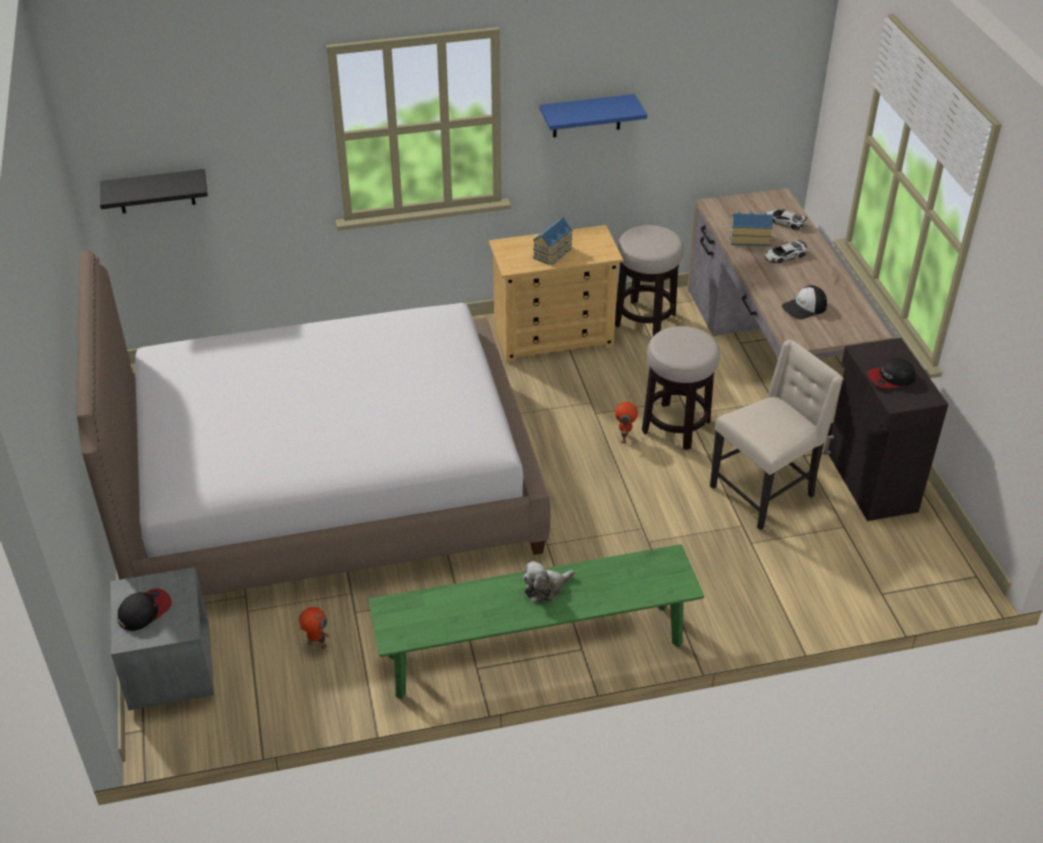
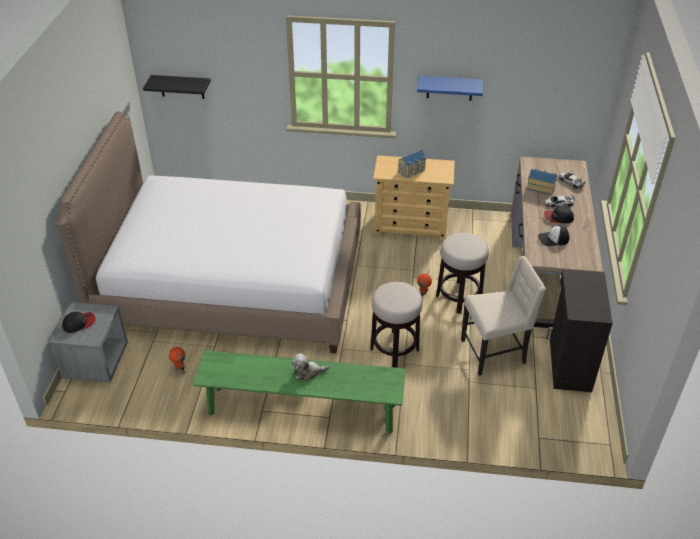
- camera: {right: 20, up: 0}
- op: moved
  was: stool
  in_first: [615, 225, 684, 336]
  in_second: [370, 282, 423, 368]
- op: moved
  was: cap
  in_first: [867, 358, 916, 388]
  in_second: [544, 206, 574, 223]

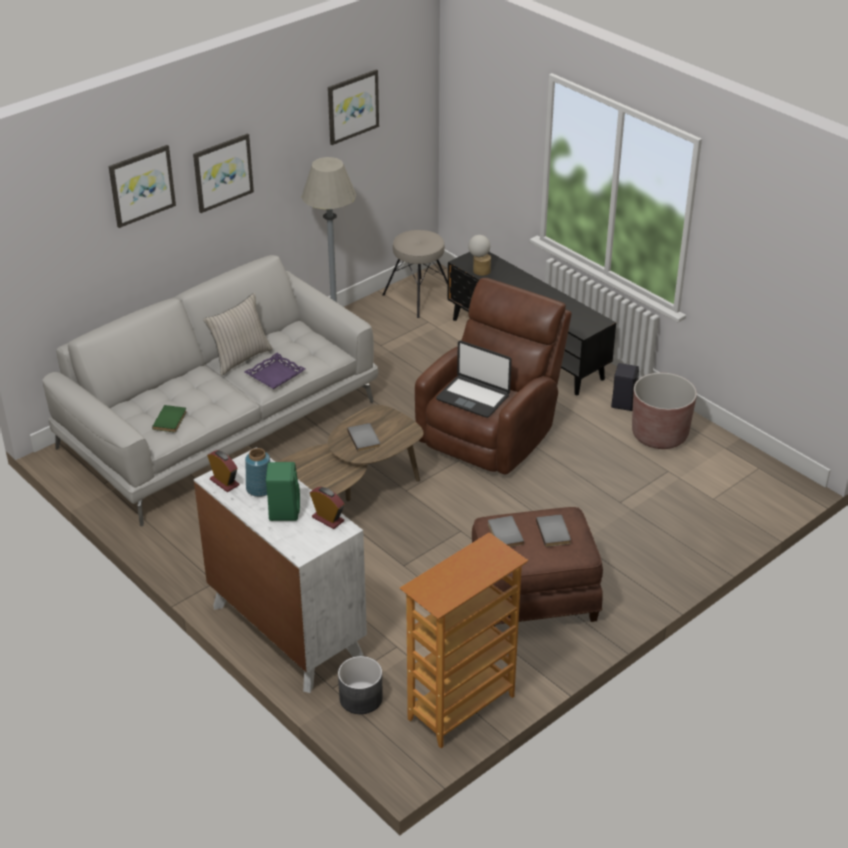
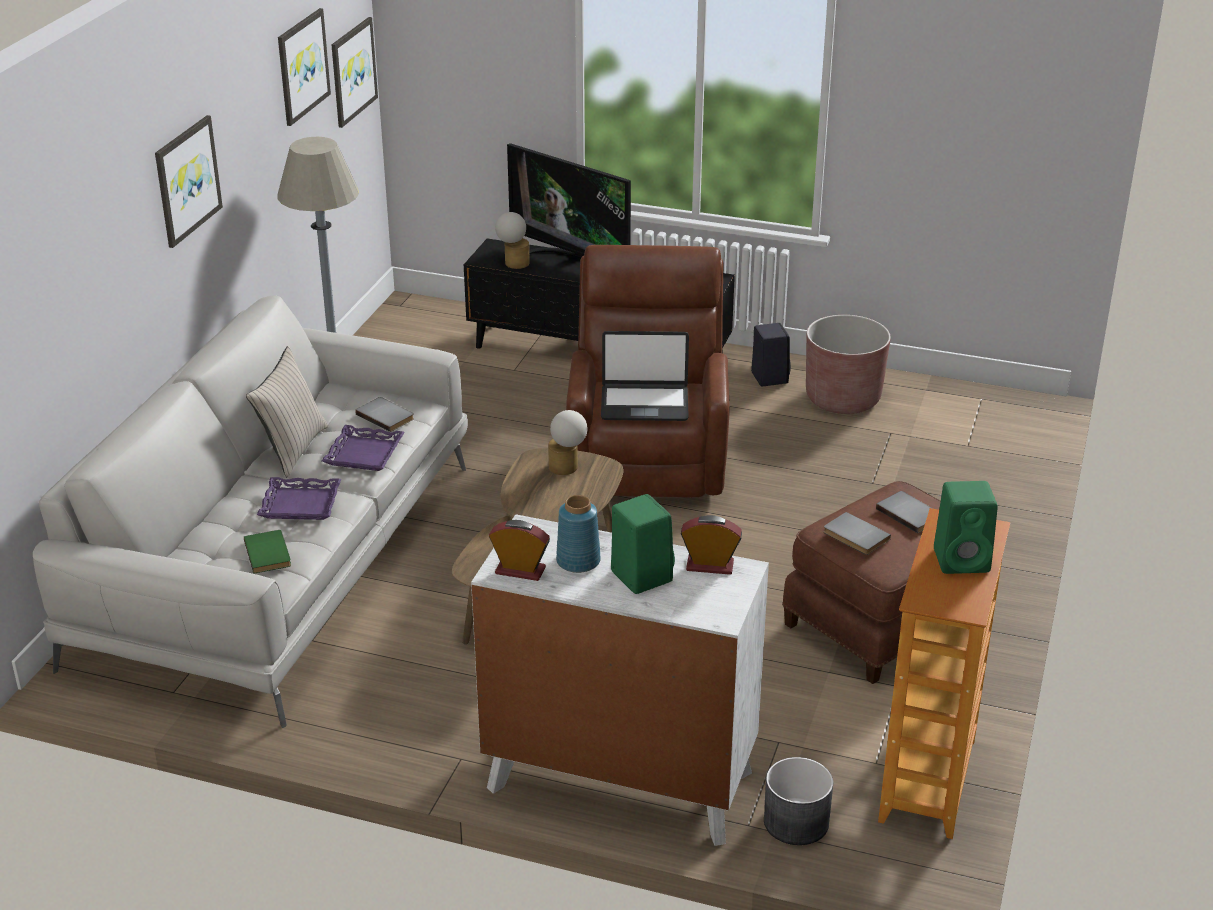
- camera: {right: -30, up: -5}
- op: moved
  was: picture
  in_first: [108, 145, 176, 228]
  in_second: [332, 17, 378, 128]
- op: removed
  was: stool (beige)
  in_first: [383, 230, 448, 318]
- op: moved
  was: book (grey)
  in_first: [347, 423, 380, 452]
  in_second: [355, 397, 414, 432]
- op: added
  now: television
  in_second: [507, 143, 631, 258]
- op: added
  now: table lamp
  in_second: [548, 410, 588, 475]
- op: added
  now: tray (purple)
  in_second: [257, 477, 341, 520]
- op: added
  now: speaker (green)
  in_second: [934, 481, 998, 574]

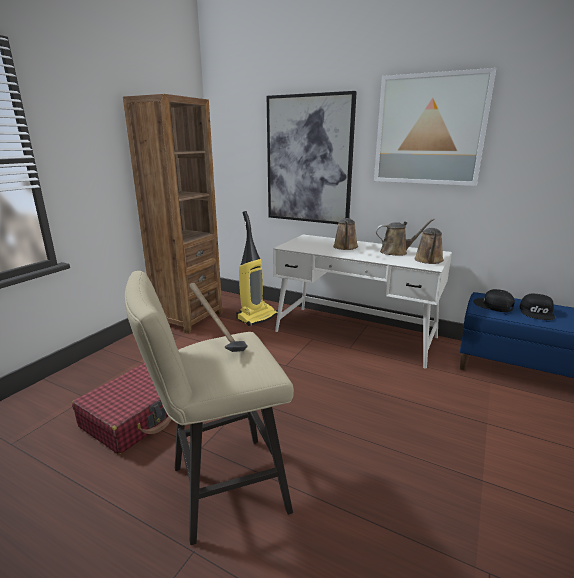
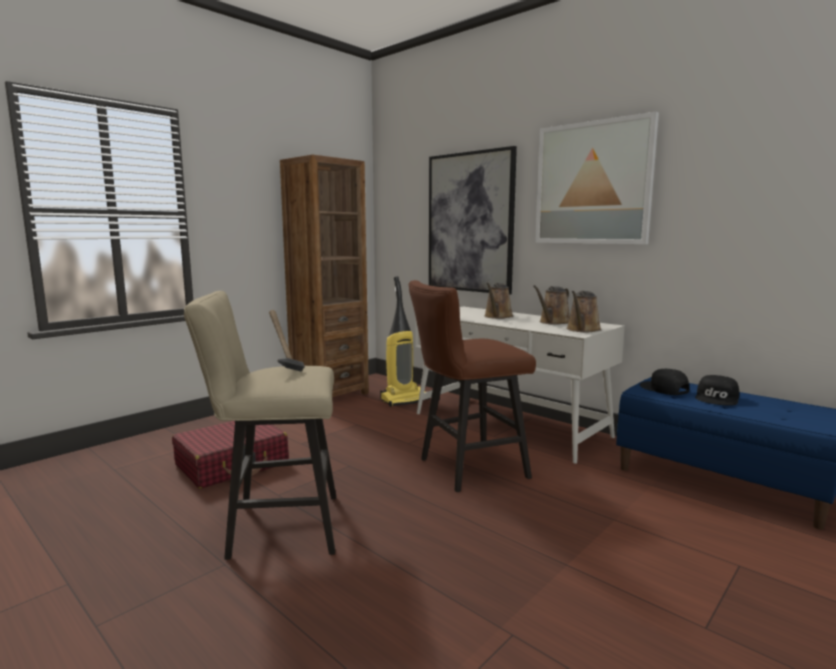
- camera: {right: 15, up: -10}
- op: turned
  was: watering can (brown)
  in_first: [376, 219, 435, 256]
  in_second: [533, 285, 570, 325]
  clockwise: 120
- op: added
  now: stool (brown)
  in_second: [408, 280, 536, 492]

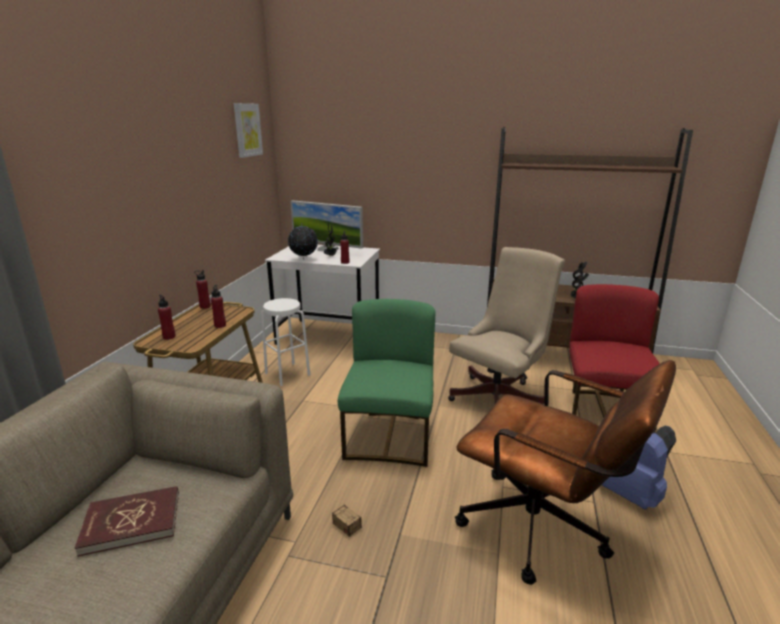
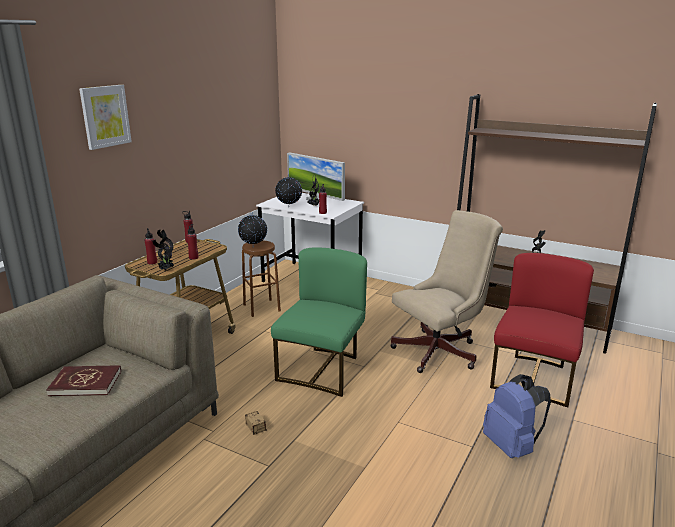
- camera: {right: 15, up: 0}
- op: moved
  was: picture
  in_first: [234, 103, 263, 158]
  in_second: [79, 85, 132, 150]
- op: recoloured
  was: stool (white)
  now: stool (brown)
  in_first: [261, 298, 310, 386]
  in_second: [242, 240, 281, 317]
- op: removed
  was: office chair (brown)
  in_first: [455, 360, 676, 585]
- op: added
  now: globe
  in_second: [238, 212, 267, 247]
- op: added
  now: potted plant
  in_second: [152, 229, 174, 270]

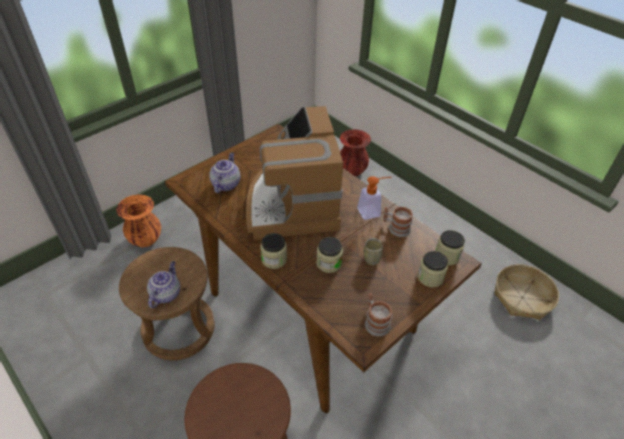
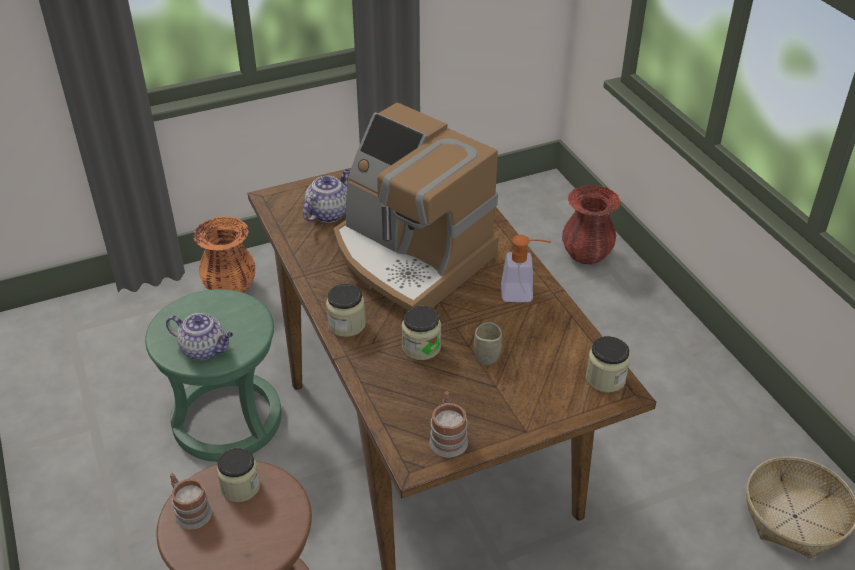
- camera: {right: 20, up: -5}
- op: turned
  was: coffee machine
  in_first: [246, 106, 343, 240]
  in_second: [334, 102, 499, 310]
  clockwise: -60
- op: moved
  was: mug
  in_first: [383, 207, 413, 237]
  in_second: [170, 473, 212, 529]
- op: recoloured
  was: stool (brown)
  now: stool (green)
  in_first: [119, 247, 215, 360]
  in_second: [145, 289, 282, 462]
- op: moved
  was: jar
  in_first: [418, 251, 448, 287]
  in_second: [217, 448, 260, 502]
- op: turned
  was: teapot
  in_first: [147, 261, 180, 308]
  in_second: [166, 313, 233, 360]
  clockwise: 75

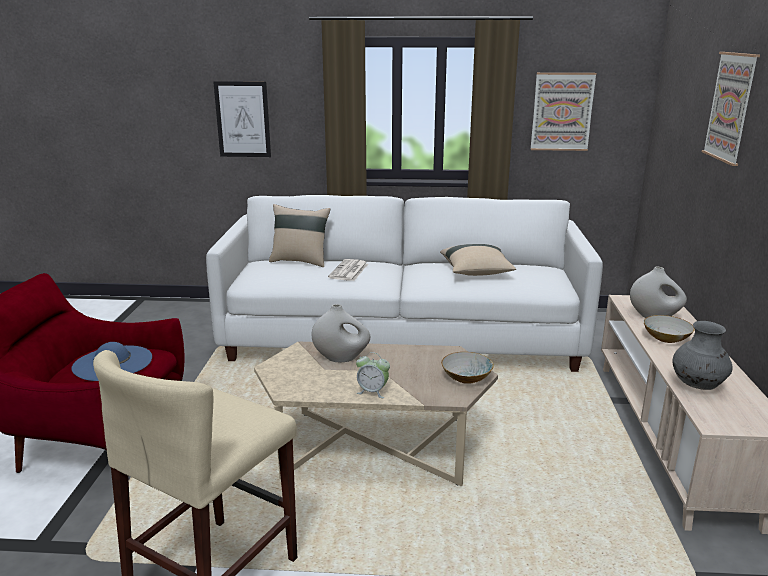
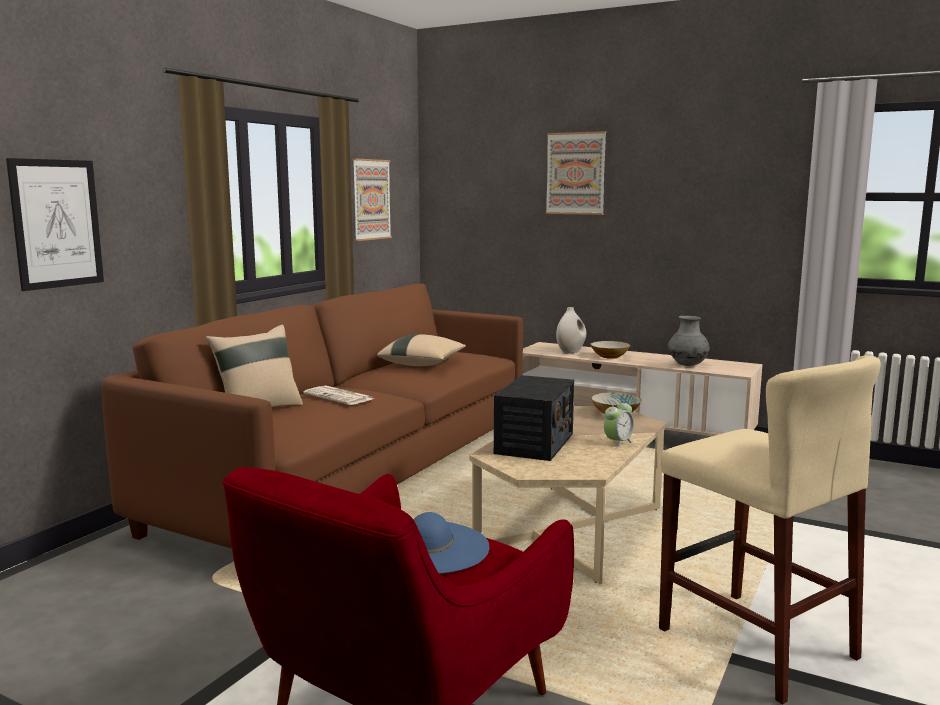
- camera: {right: -65, up: -10}
- op: recoloured
  was: sofa (white)
  now: sofa (brown)
  in_first: [206, 195, 603, 372]
  in_second: [101, 283, 523, 549]
- op: replaced
  was: vase (white)
  now: radio
  in_first: [312, 304, 370, 362]
  in_second: [494, 375, 574, 461]

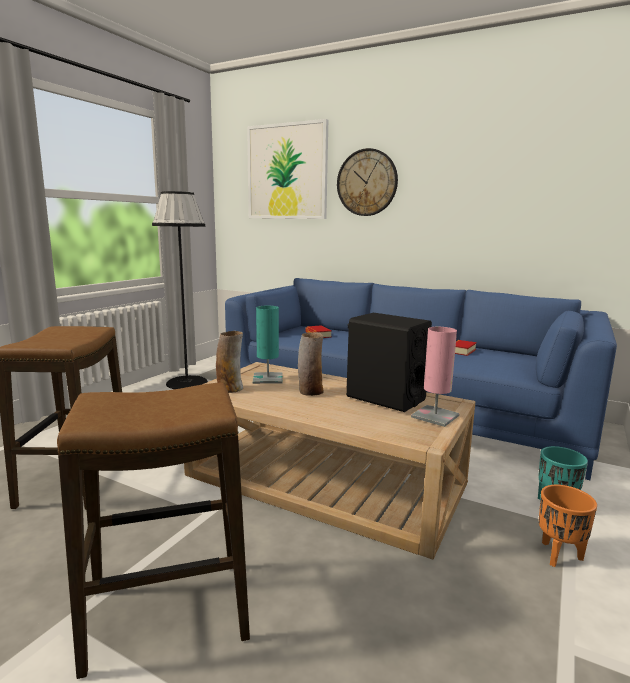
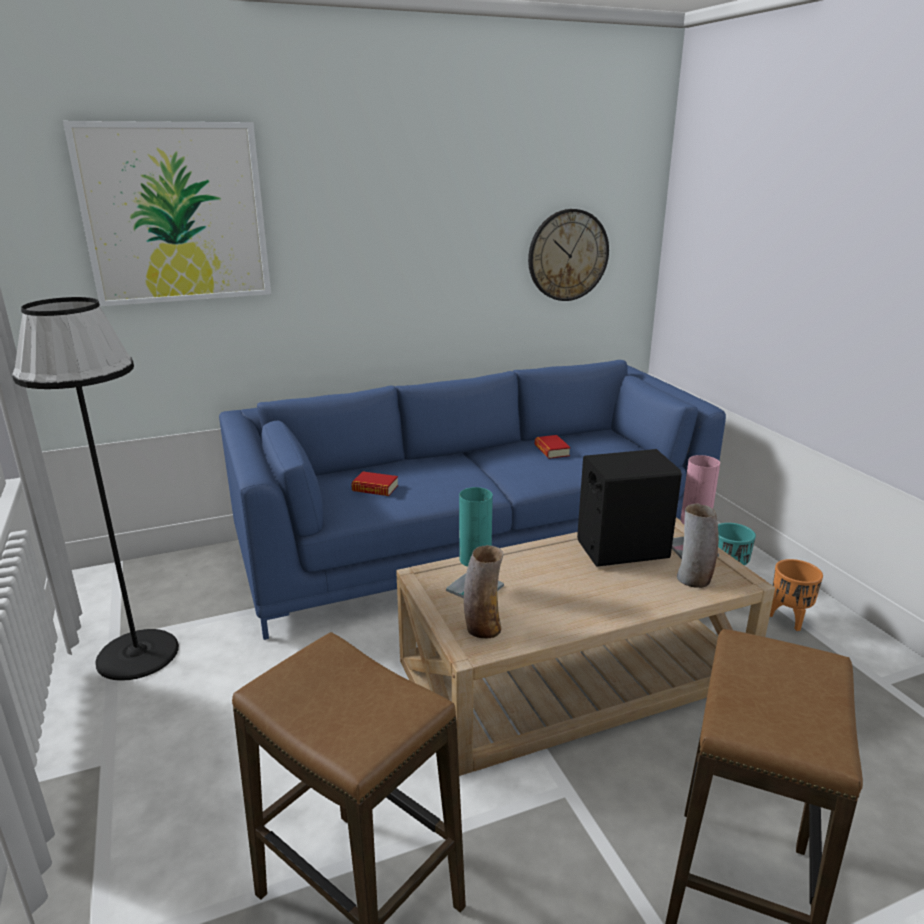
- camera: {right: -50, up: 10}
- op: moved
  was: wall clock
  in_first: [337, 148, 398, 216]
  in_second: [528, 209, 609, 301]
- op: moved
  was: vase
  in_first: [298, 332, 324, 396]
  in_second: [677, 504, 719, 588]

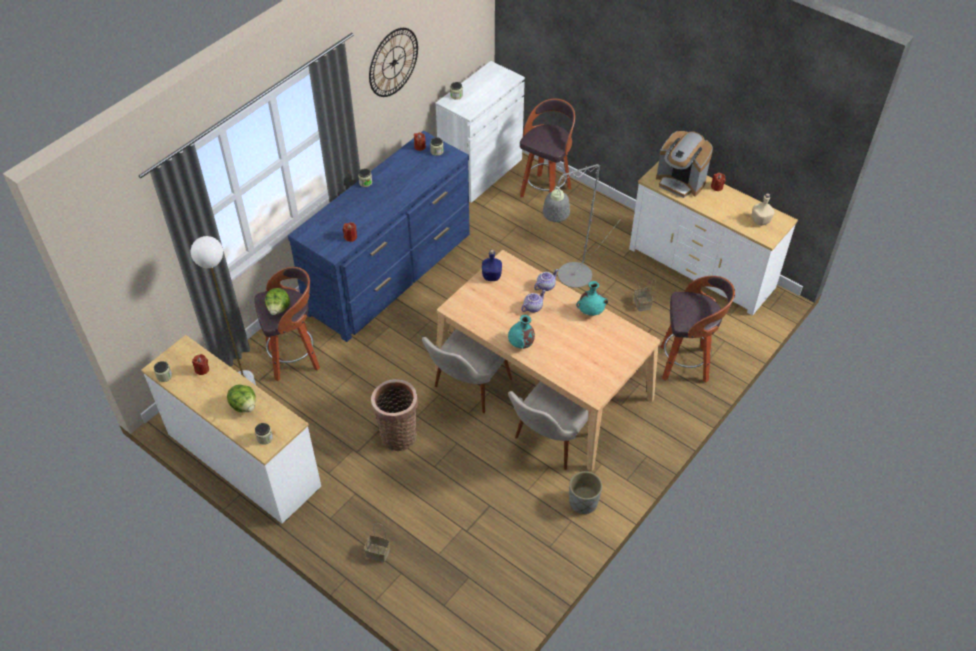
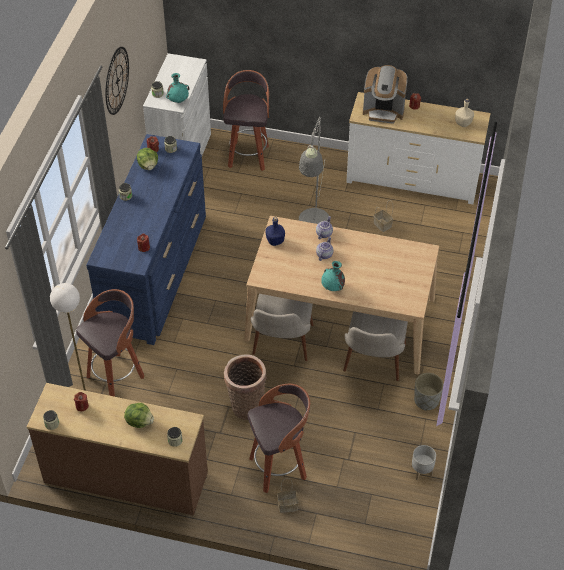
- camera: {right: -25, up: 0}
- op: moved
  was: stool
  in_first: [661, 276, 735, 383]
  in_second: [248, 384, 310, 493]
- op: moved
  was: vase (turquoise)
  in_first: [576, 281, 608, 316]
  in_second: [166, 73, 190, 103]
- op: moved
  was: lettuce
  in_first: [265, 288, 290, 315]
  in_second: [137, 148, 158, 170]
- op: recoloured
  was: dresser (white)
  now: dresser (brown)
  in_first: [141, 335, 321, 524]
  in_second: [27, 383, 208, 516]
- op: added
  now: planter (grey)
  in_second: [412, 445, 436, 480]

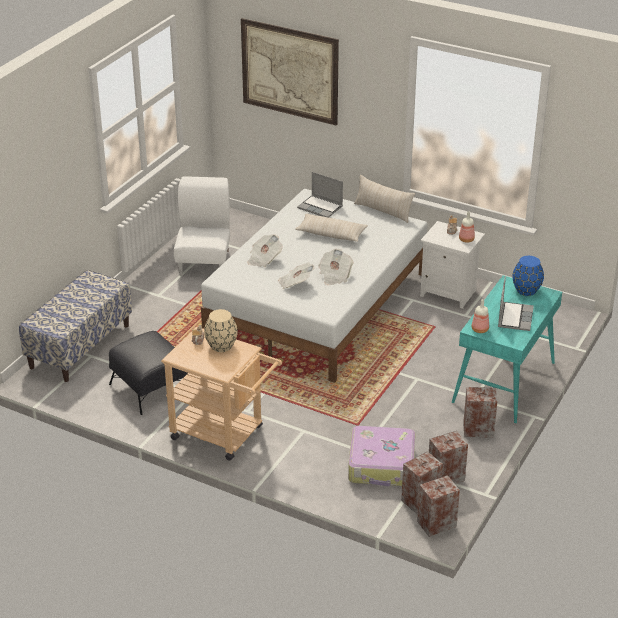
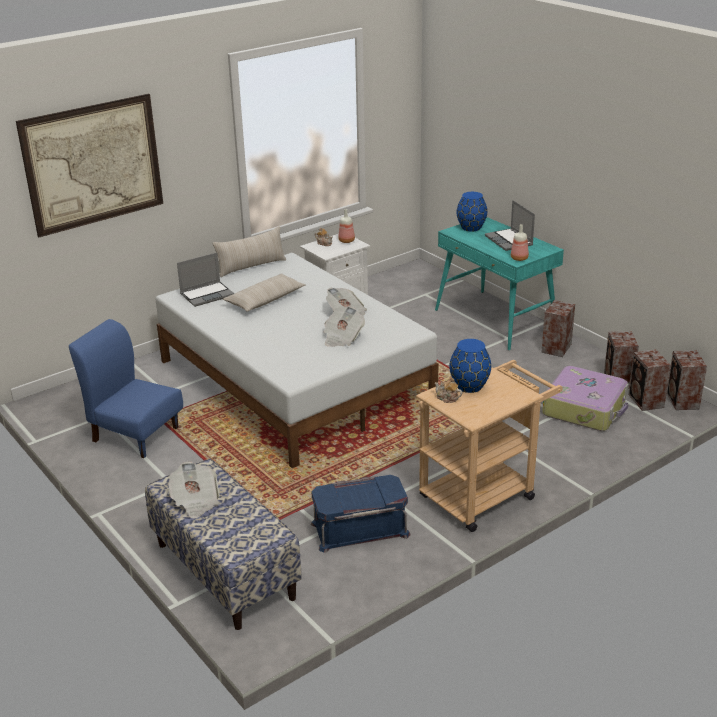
- camera: {right: -65, up: -5}
- op: recoloured
  was: chair (white)
  now: chair (blue)
  in_first: [174, 176, 230, 276]
  in_second: [69, 319, 183, 458]
- op: moved
  was: newspaper
  in_first: [247, 235, 283, 267]
  in_second: [168, 461, 220, 519]
- op: turned
  was: laptop
  in_first: [498, 276, 534, 331]
  in_second: [485, 200, 535, 251]
  clockwise: -150
- op: recoloured
  was: vase (beige)
  now: vase (blue)
  in_first: [204, 309, 238, 352]
  in_second: [449, 339, 491, 393]
- op: replaced
  was: ottoman (black)
  now: storage box (blue)
  in_first: [109, 331, 188, 415]
  in_second: [311, 475, 410, 553]

